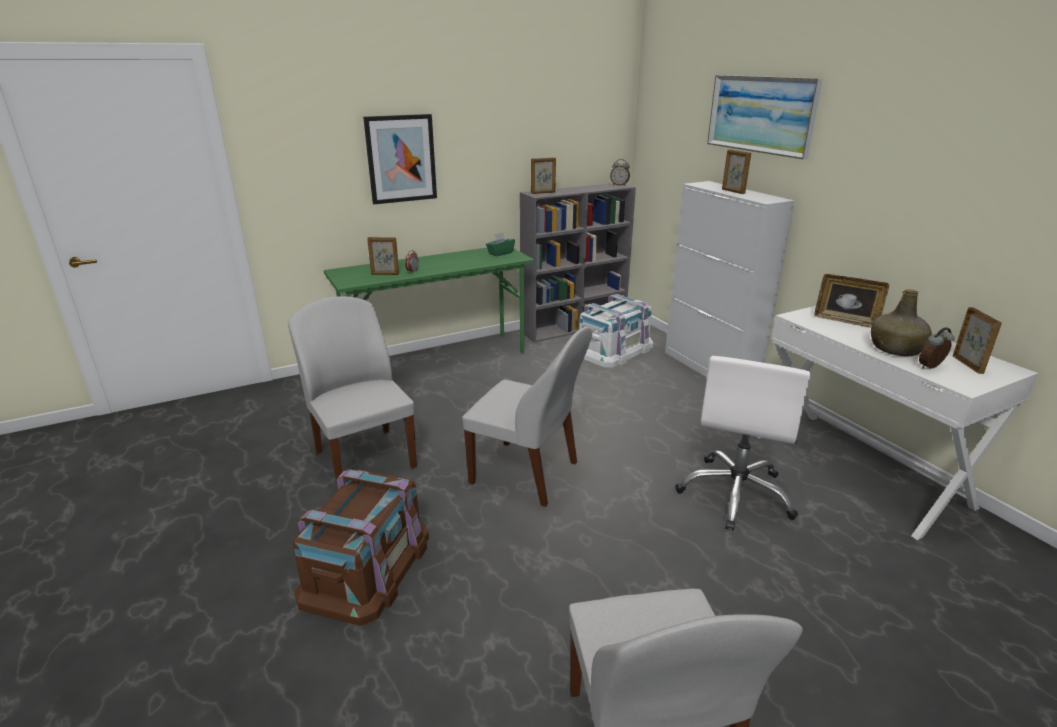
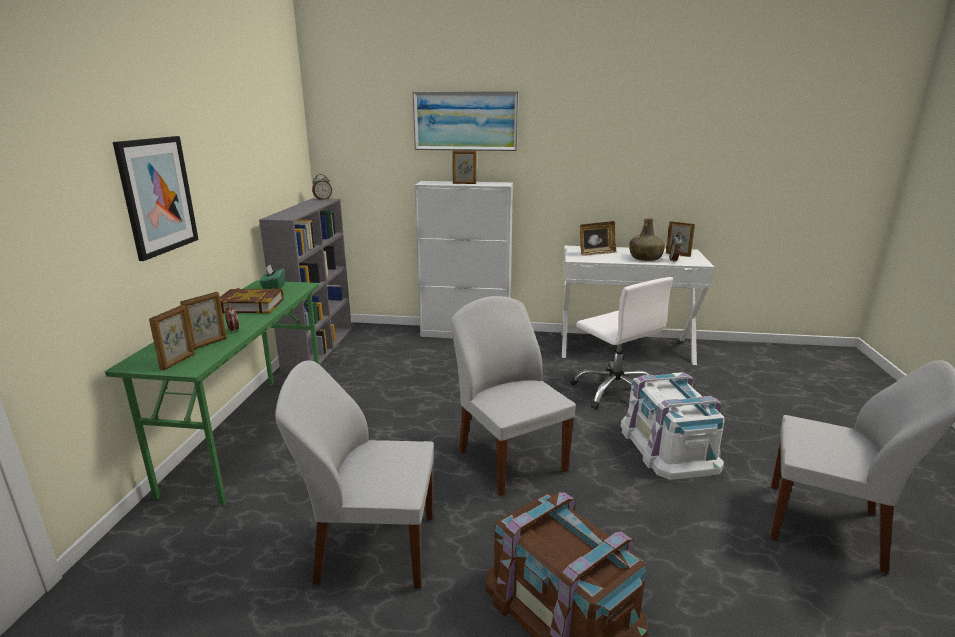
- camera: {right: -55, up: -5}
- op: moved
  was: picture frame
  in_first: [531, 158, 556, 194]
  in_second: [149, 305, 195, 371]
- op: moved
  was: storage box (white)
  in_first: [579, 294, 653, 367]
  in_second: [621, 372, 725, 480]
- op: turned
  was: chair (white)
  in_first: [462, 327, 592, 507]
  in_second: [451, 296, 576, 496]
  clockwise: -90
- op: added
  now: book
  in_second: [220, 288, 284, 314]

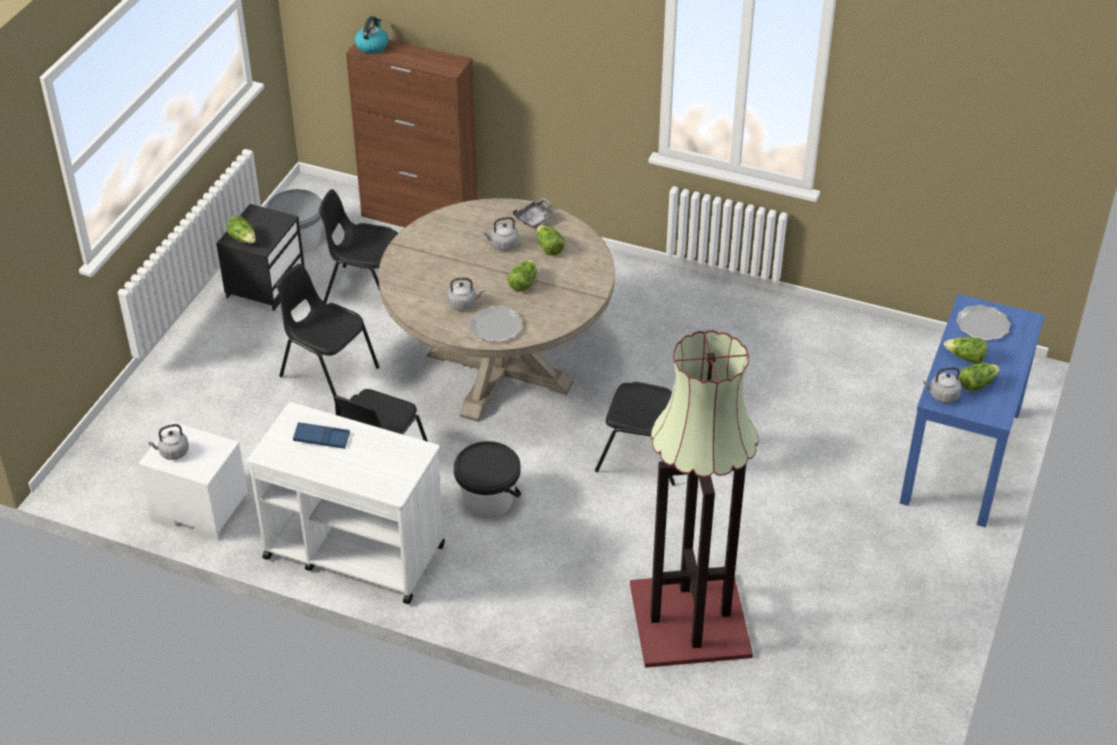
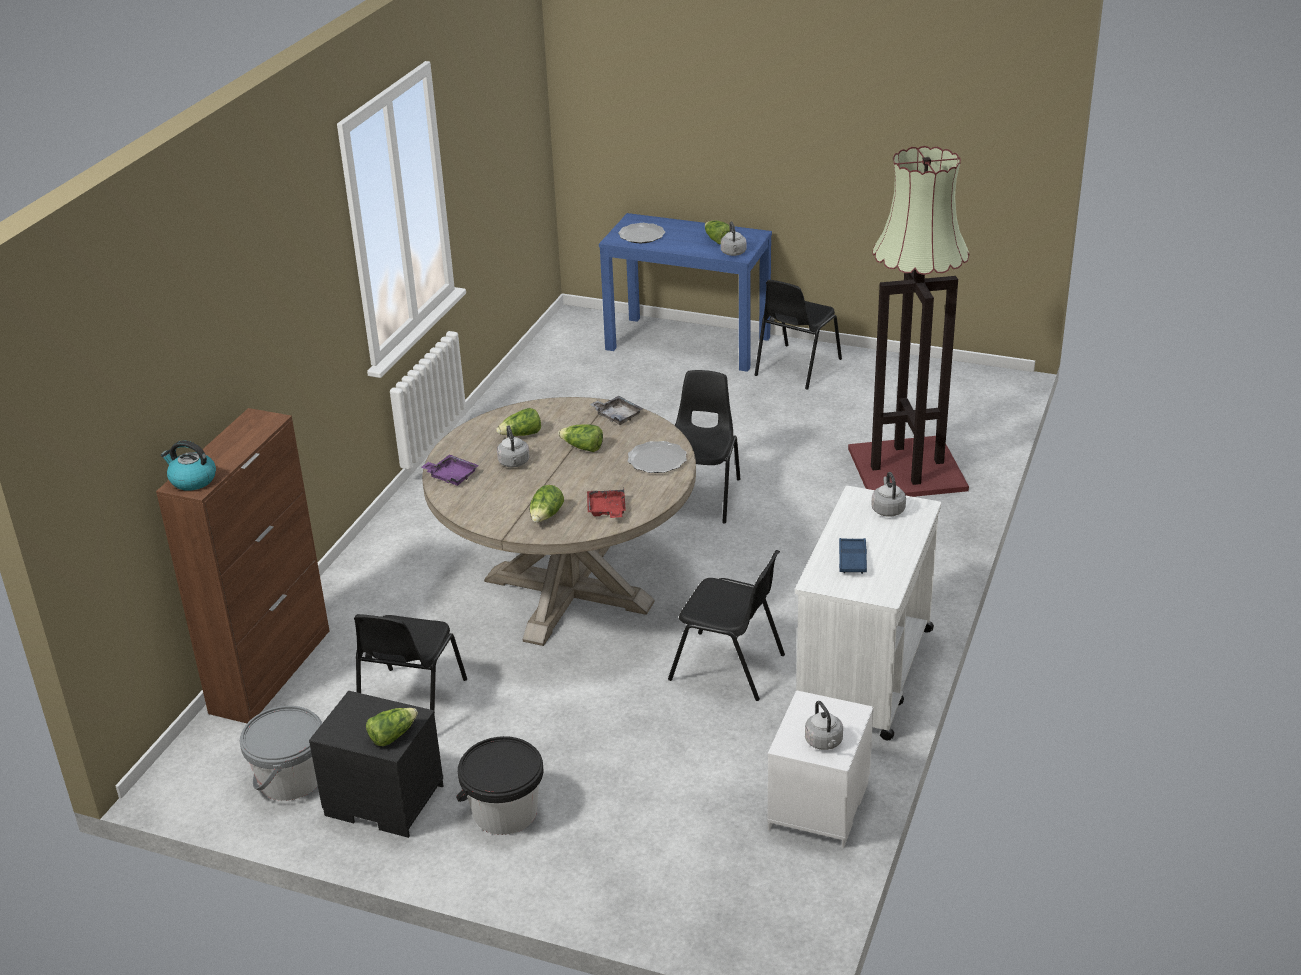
- camera: {right: -90, up: -10}
- op: moved
  was: tray (grey)
  in_first: [513, 198, 556, 229]
  in_second: [590, 396, 643, 425]
- op: moved
  was: chair (black)
  in_first: [276, 264, 379, 397]
  in_second: [755, 280, 842, 389]
- op: moved
  was: kettle (grey)
  in_first: [447, 278, 484, 310]
  in_second: [871, 472, 906, 517]
- op: moved
  was: lettuce
  in_first: [944, 337, 987, 364]
  in_second: [530, 485, 564, 522]
- op: moved
  was: bucket (black)
  in_first: [454, 441, 521, 518]
  in_second: [456, 736, 543, 835]
- op: added
  now: tray (purple)
  in_second: [421, 454, 479, 486]
- op: added
  now: tray (red)
  in_second: [587, 488, 626, 518]

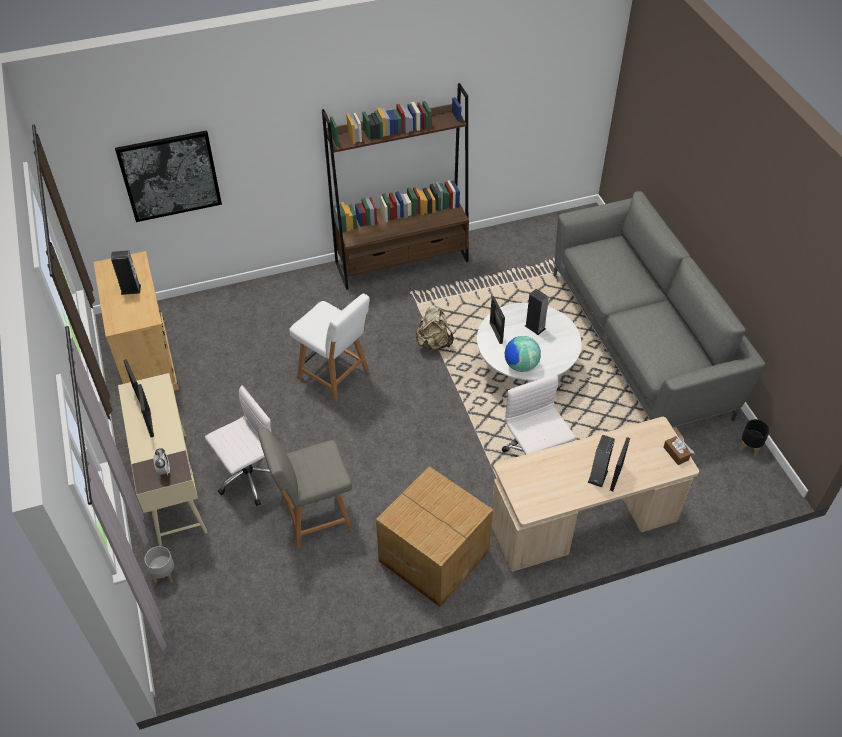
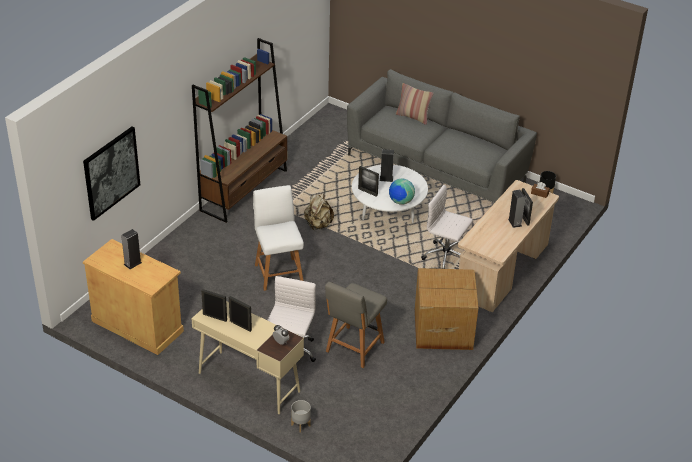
- camera: {right: -40, up: -10}
- op: turned
  was: chair (white)
  in_first: [289, 294, 370, 403]
  in_second: [253, 185, 304, 291]
  clockwise: -105
- op: added
  now: pillow
  in_second: [396, 83, 434, 125]

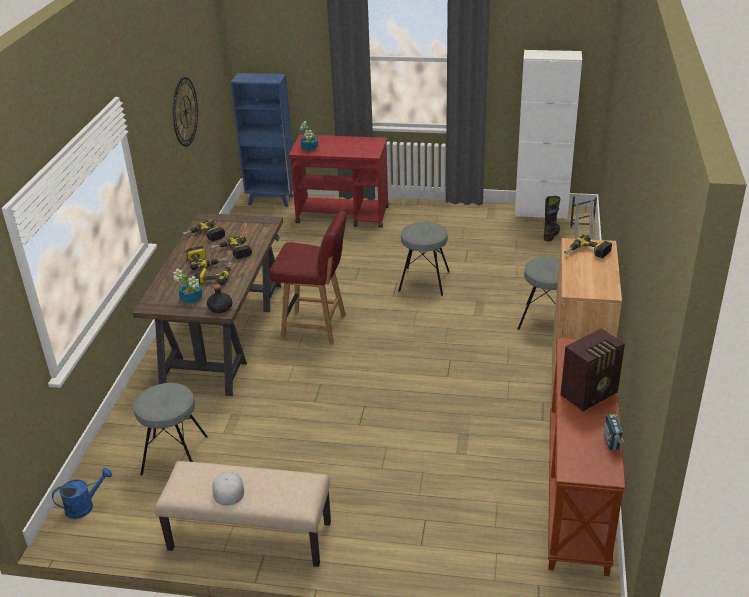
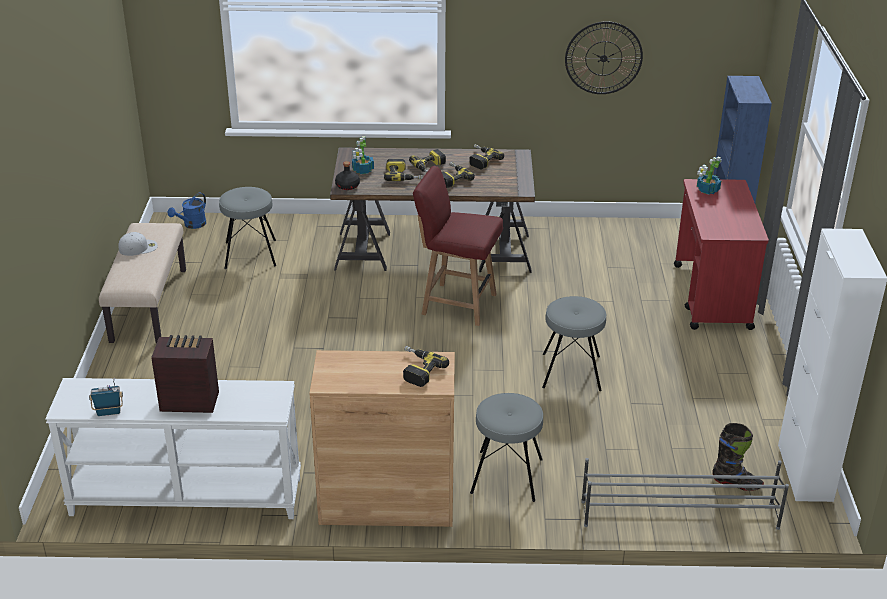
- camera: {right: 80, up: 0}
- op: turned
  was: chair (red)
  in_first: [270, 211, 347, 345]
  in_second: [413, 166, 503, 326]
  clockwise: 105
- op: turned
  was: radio
  in_first: [561, 329, 625, 411]
  in_second: [151, 335, 219, 413]
  clockwise: 135
- op: recoloured
  was: console table (brown)
  now: console table (white)
  in_first: [548, 338, 626, 576]
  in_second: [45, 378, 301, 519]
- op: turned
  was: watering can (blue)
  in_first: [52, 468, 112, 519]
  in_second: [168, 193, 206, 229]
  clockwise: 75

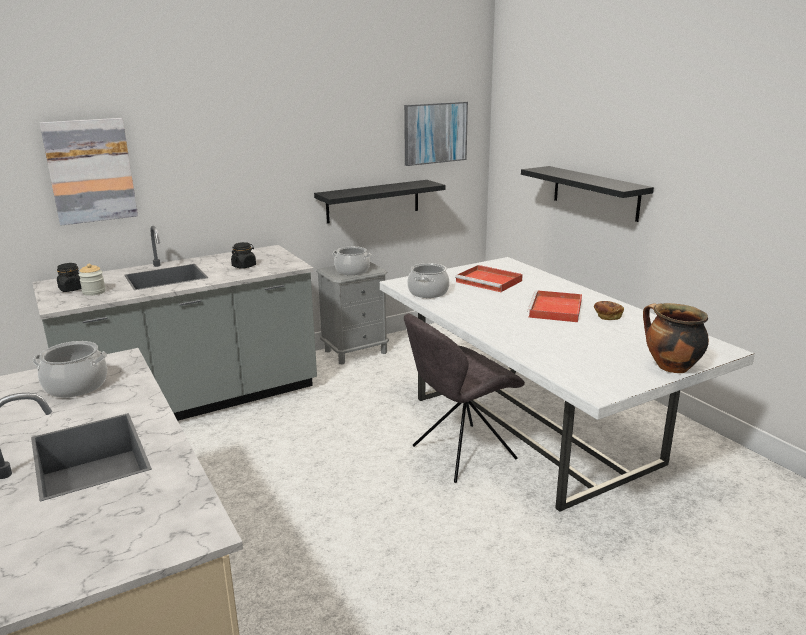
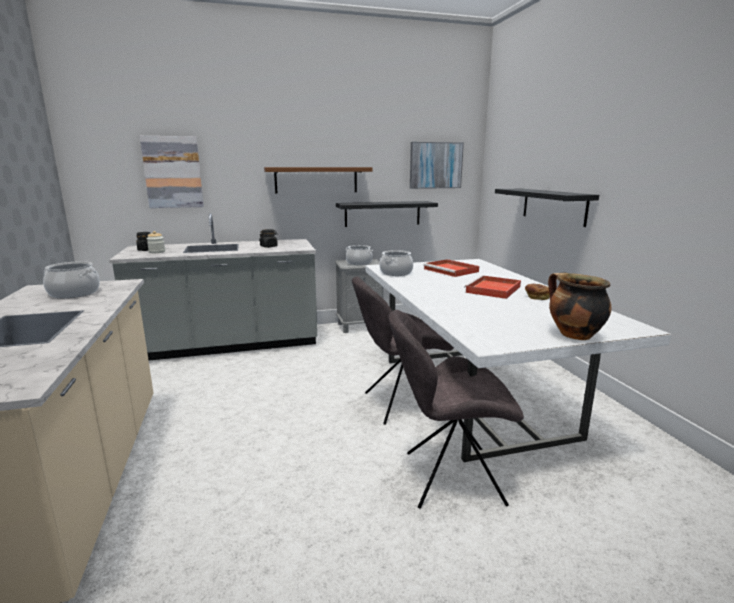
- camera: {right: 15, up: -5}
- op: added
  now: shelf (brown)
  in_second: [264, 167, 373, 194]
- op: added
  now: chair (grey)
  in_second: [388, 310, 524, 509]

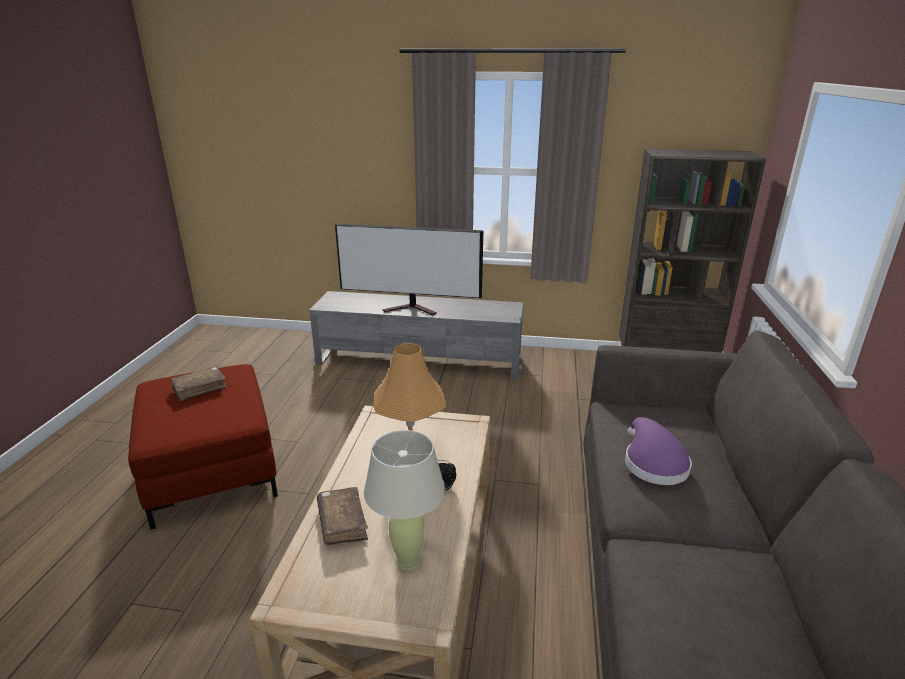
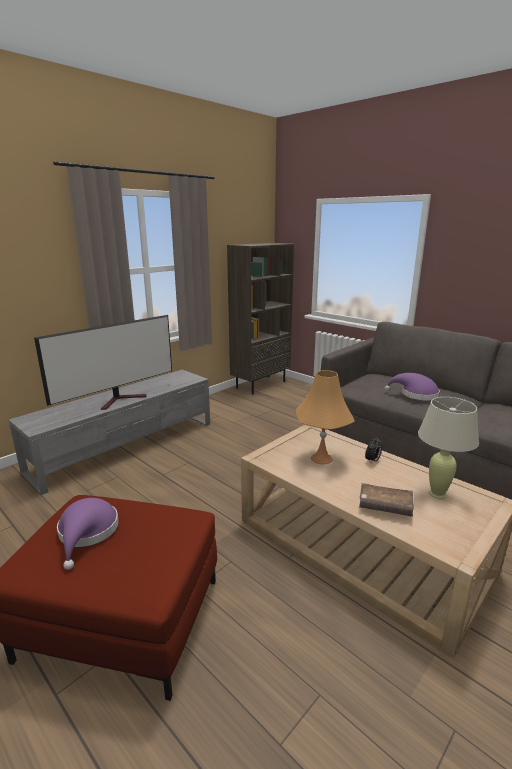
- camera: {right: -55, up: -5}
- op: replaced
  was: book (brown)
  now: hat (purple)
  in_first: [171, 366, 227, 401]
  in_second: [57, 498, 119, 570]

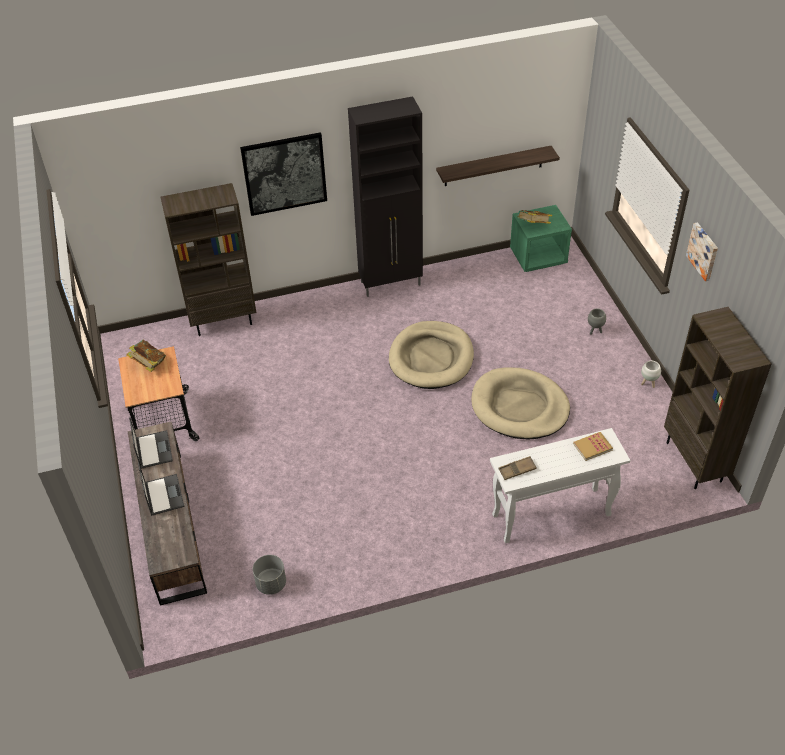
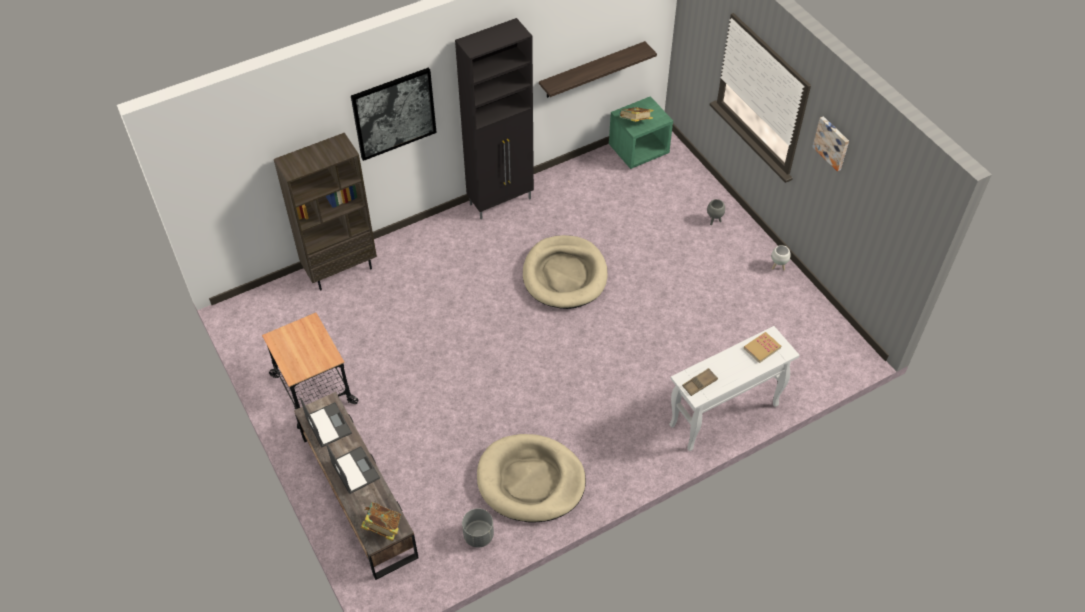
- camera: {right: -15, up: 5}
- op: removed
  was: bookcase (brown)
  in_first: [664, 307, 771, 489]
- op: moved
  was: book
  in_first: [126, 340, 166, 372]
  in_second: [361, 502, 401, 541]
- op: moved
  was: dog bed (beige)
  in_first: [471, 367, 570, 440]
  in_second: [477, 434, 586, 522]

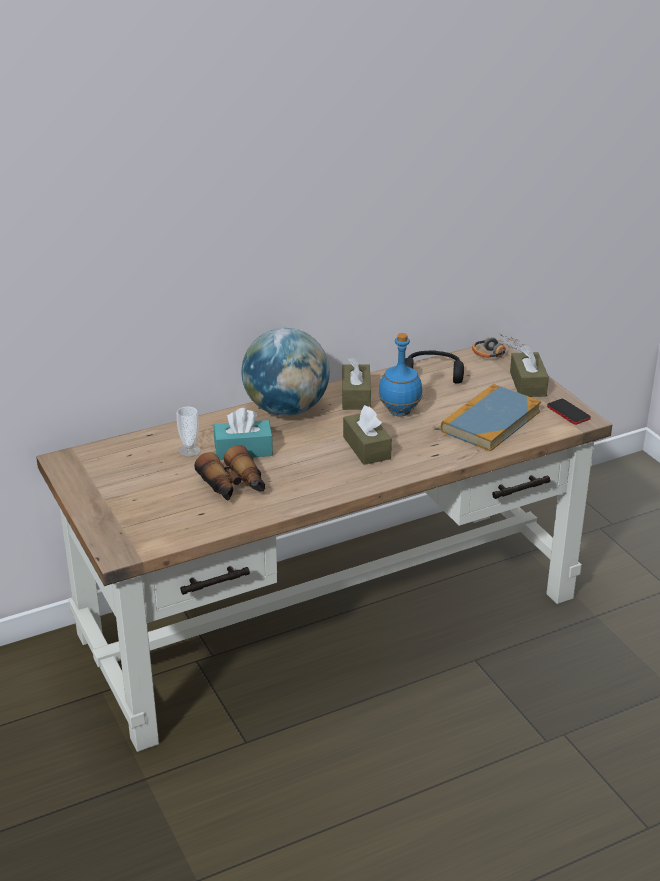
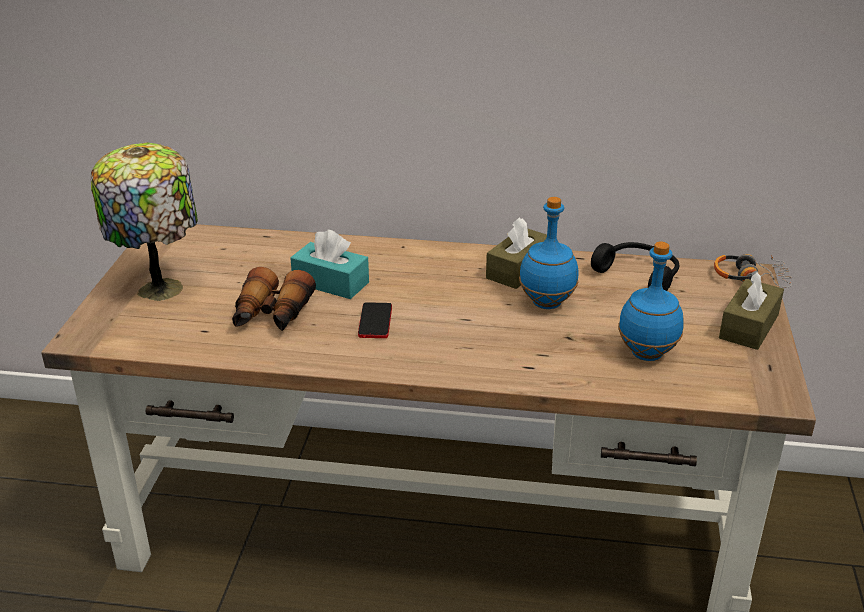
- camera: {right: 35, up: 0}
- op: removed
  was: globe
  in_first: [241, 328, 330, 416]
- op: replaced
  was: book
  now: bottle (blue)
  in_first: [441, 384, 541, 451]
  in_second: [618, 242, 684, 361]
- op: moved
  was: phone
  in_first: [547, 399, 591, 425]
  in_second: [358, 302, 392, 338]
- op: removed
  was: tissue box (brown)
  in_first: [343, 405, 392, 465]
- op: removed
  was: cup
  in_first: [177, 406, 201, 457]
- op: added
  now: table lamp
  in_second: [90, 142, 198, 301]

